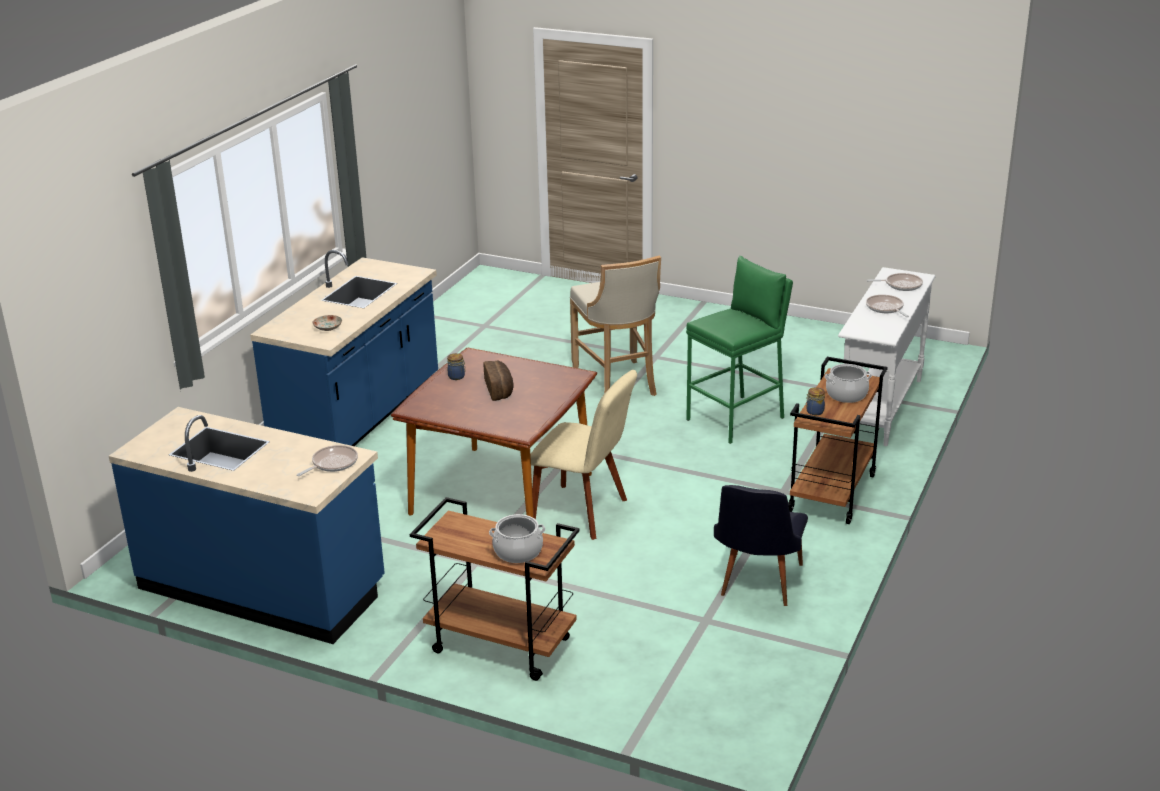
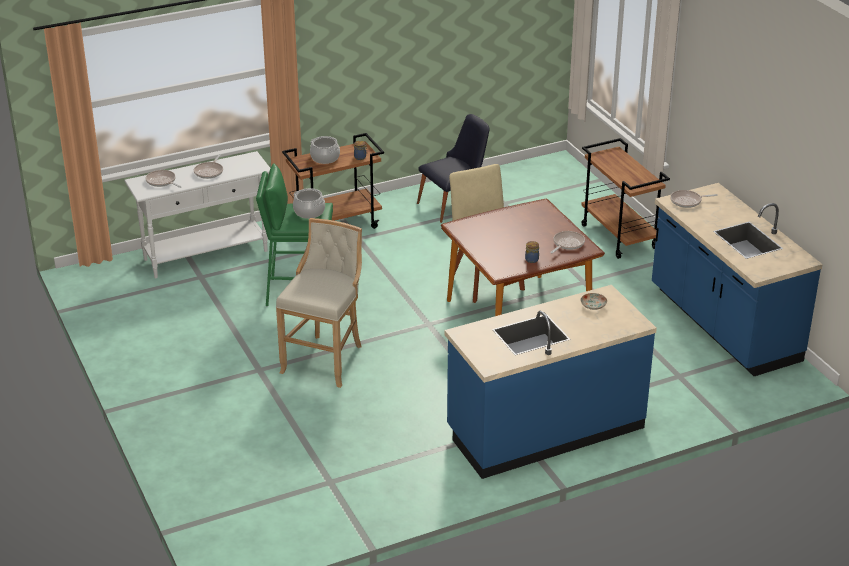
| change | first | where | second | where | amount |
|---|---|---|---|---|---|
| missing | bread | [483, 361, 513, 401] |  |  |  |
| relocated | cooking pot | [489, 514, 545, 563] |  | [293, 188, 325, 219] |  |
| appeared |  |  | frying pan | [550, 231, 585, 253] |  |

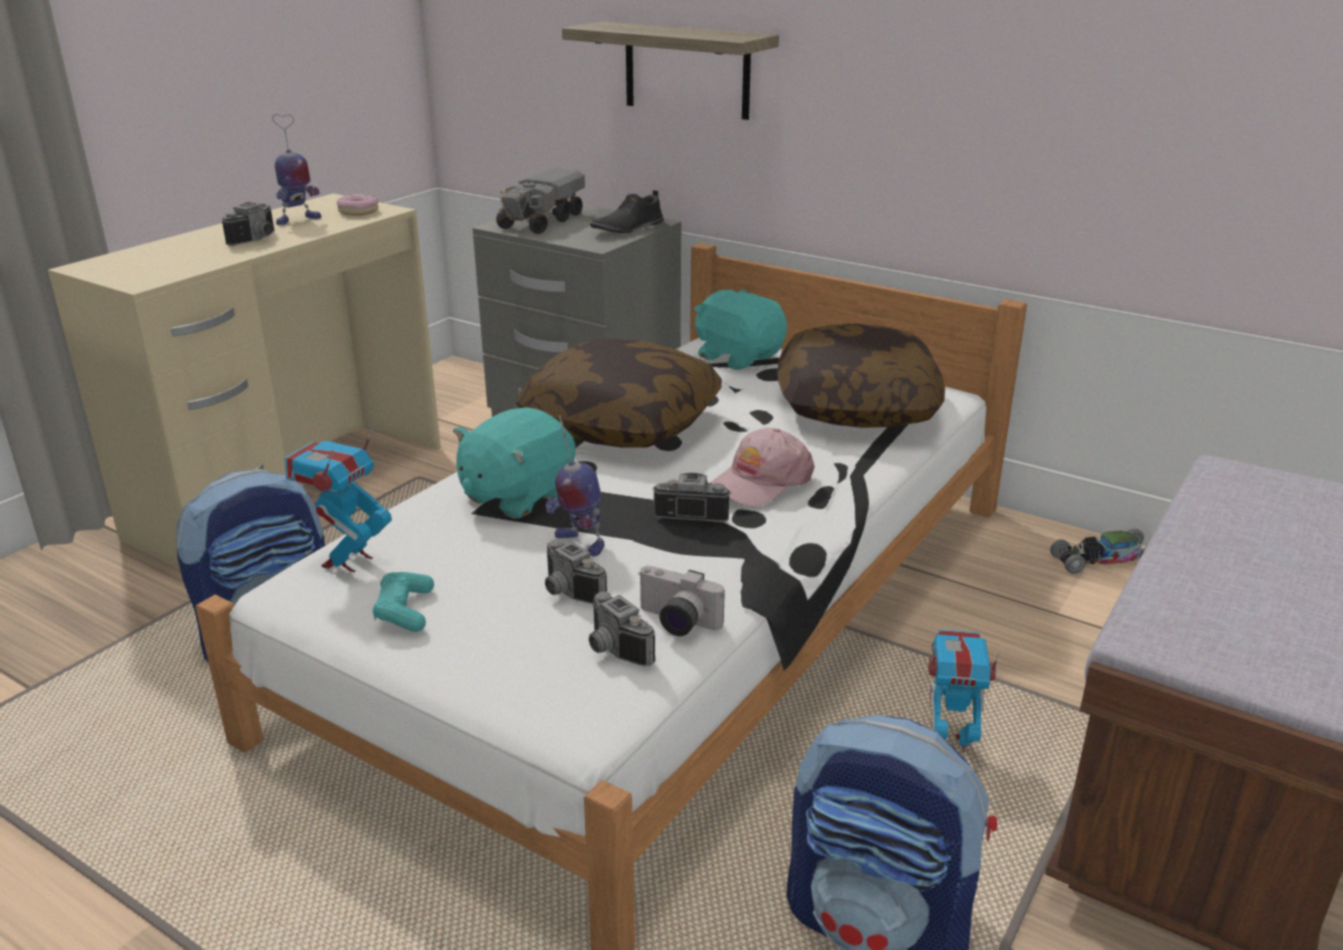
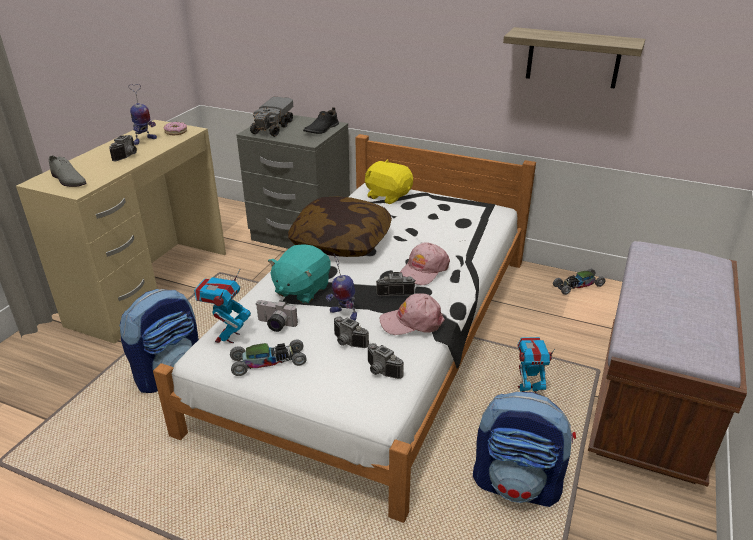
| change | first | where | second | where | amount |
|---|---|---|---|---|---|
| exchanged | turquoise game controller | [372, 572, 434, 632] | toy car | [230, 339, 307, 376] |  |
| relocated | shelf | [562, 21, 779, 120] |  | [503, 27, 645, 89] |  |
| relocated | photo camera | [638, 566, 725, 636] |  | [255, 300, 298, 332] |  |
| colour | turquoise plush toy | [694, 289, 787, 370] | yellow plush toy | [365, 160, 413, 204] |  |
| missing | pillow | [777, 324, 945, 428] |  |  |  |
| appeared |  |  | grey shoe | [49, 156, 87, 187] |  |
| appeared |  |  | pink cap | [380, 294, 445, 335] |  |

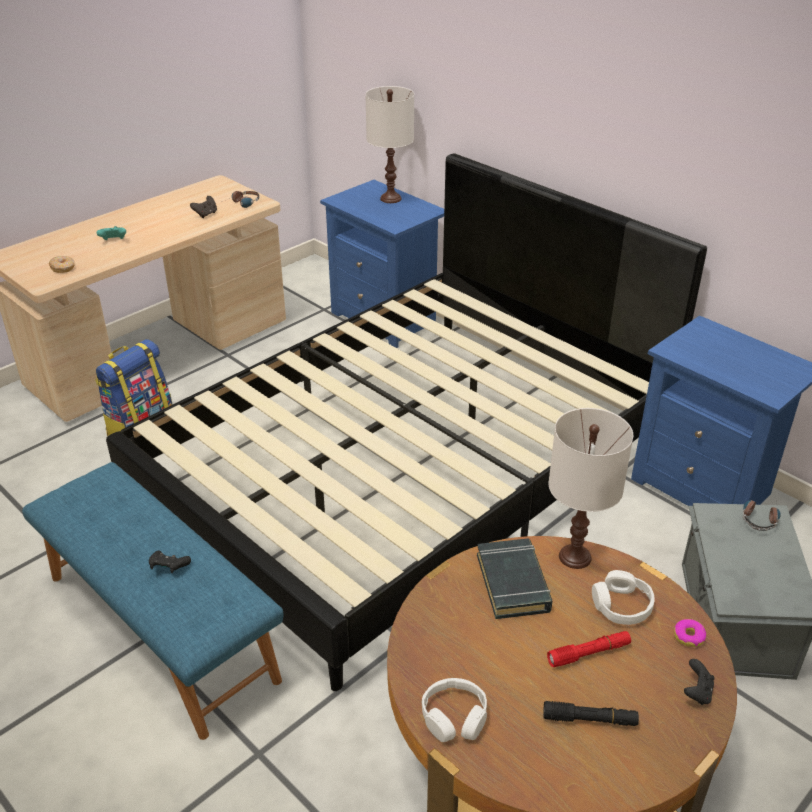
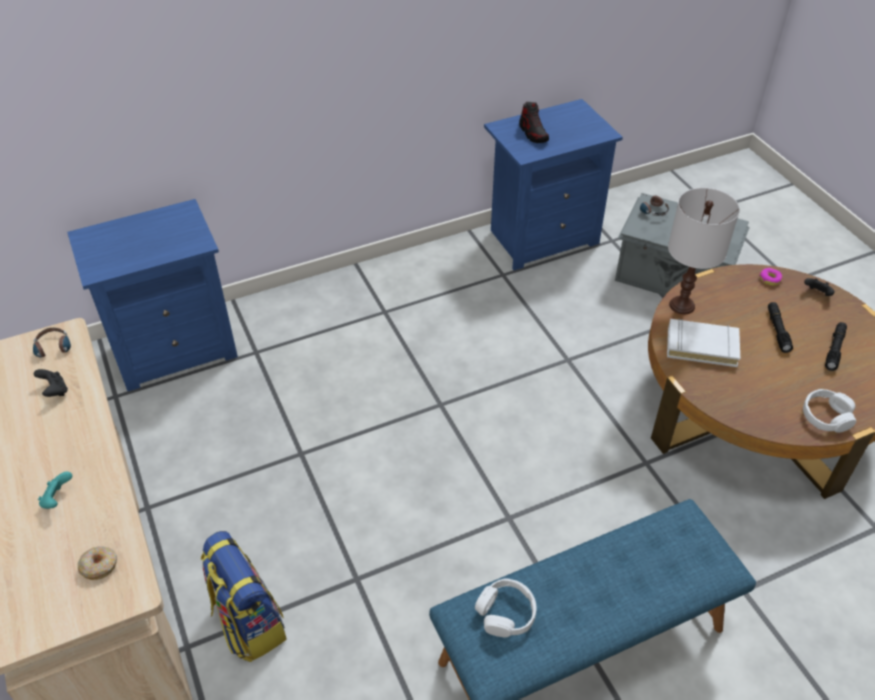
| change | first | where | second | where | amount |
|---|---|---|---|---|---|
| missing | black bed | [106, 153, 707, 691] |  |  |  |
| missing | black game controller | [149, 550, 191, 573] |  |  |  |
| missing | white table lamp | [365, 86, 414, 203] |  |  |  |
| colour | black book | [477, 538, 553, 619] | white book | [667, 319, 740, 367] |  |
| colour | red flashlight | [547, 631, 631, 667] | black flashlight | [768, 302, 793, 353] |  |
| relocated | white headphones | [592, 570, 655, 625] |  | [475, 578, 536, 637] |  |
| appeared |  |  | shoe | [519, 102, 549, 143] |  |

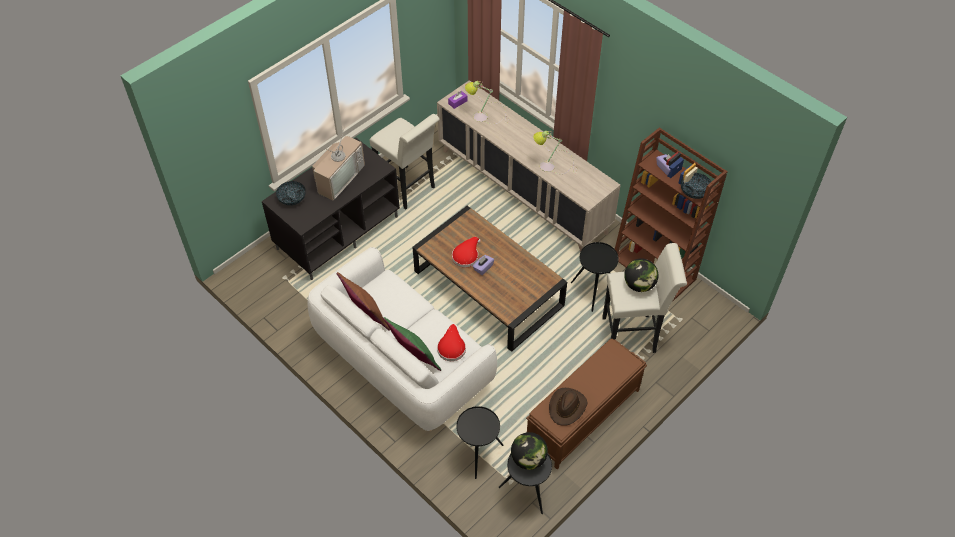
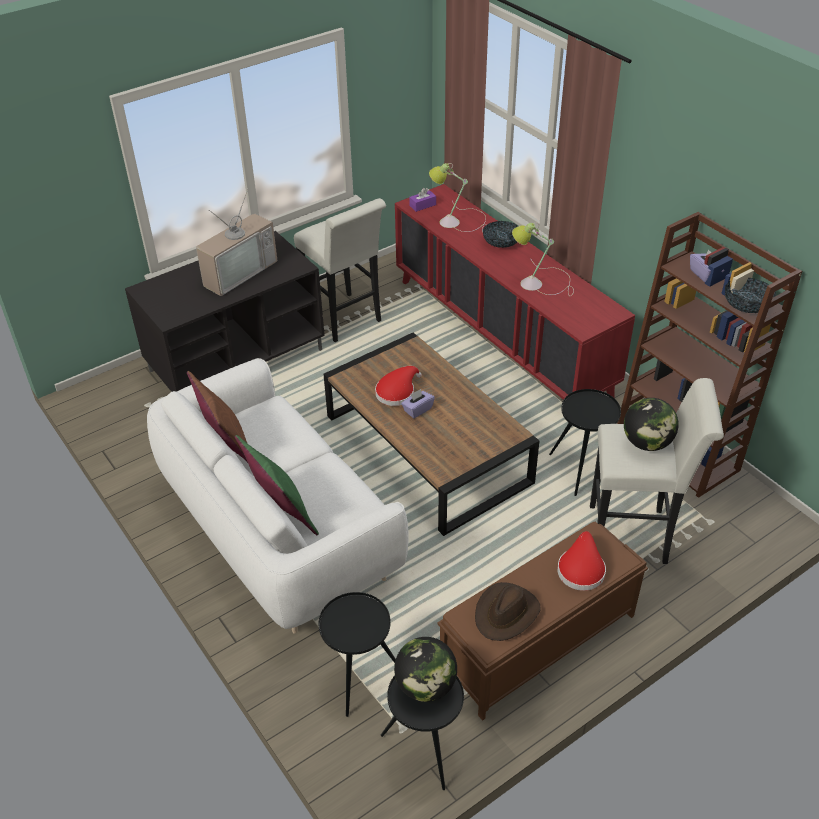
| change | first | where | second | where | amount |
|---|---|---|---|---|---|
| relocated | bowl | [276, 181, 305, 205] |  | [483, 221, 518, 248] |  |
| colour | beige cabinet | [437, 80, 620, 252] | red cabinet | [395, 184, 635, 400] |  |
| relocated | red hat | [437, 324, 466, 361] |  | [557, 531, 606, 591] |  |

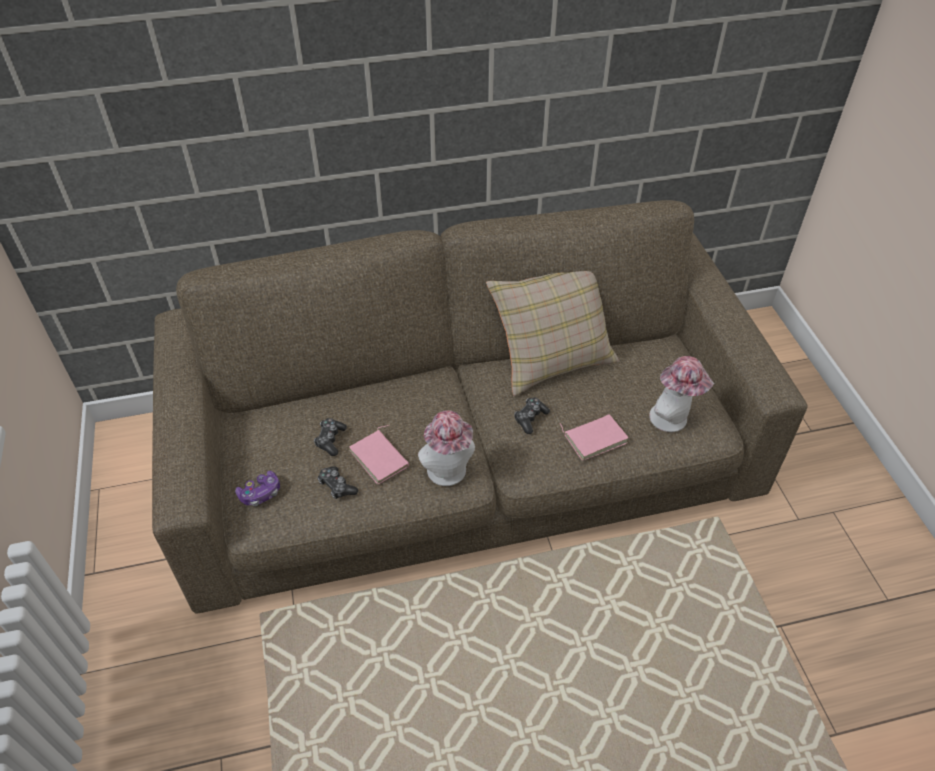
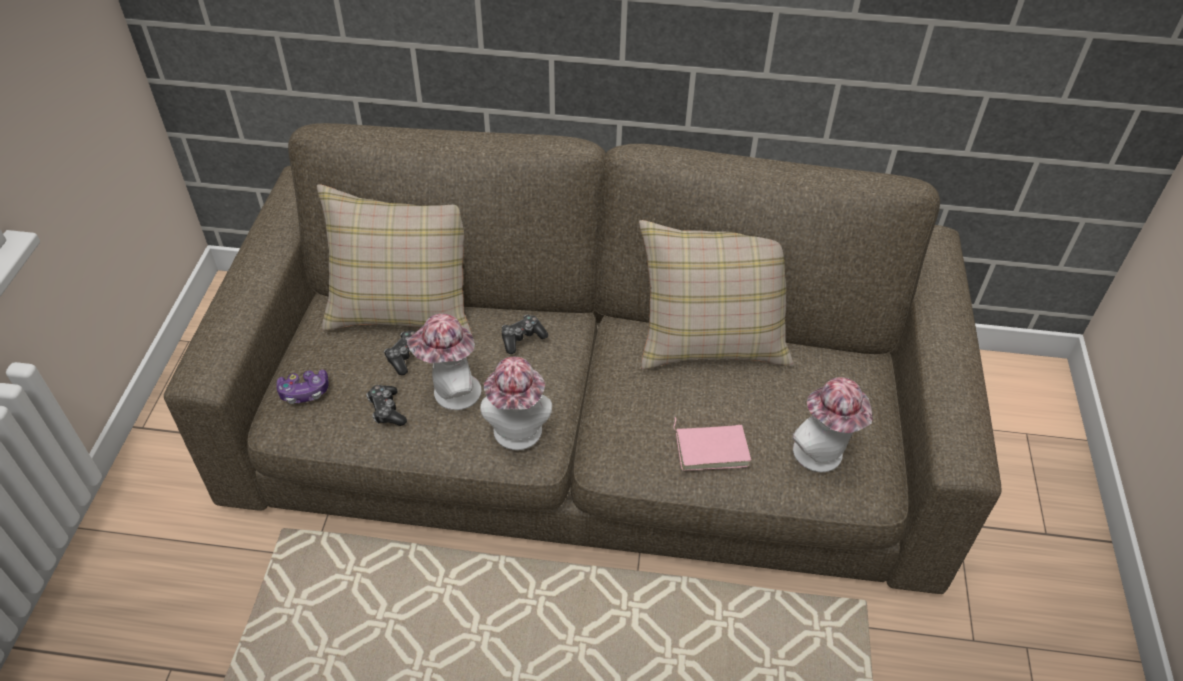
| change | first | where | second | where | amount |
|---|---|---|---|---|---|
| exchanged | pink book | [349, 425, 409, 484] | hat | [407, 314, 481, 410] |  |
| relocated | game controller | [514, 398, 550, 434] |  | [502, 315, 548, 354] |  |
| appeared |  |  | beige pillow | [317, 184, 472, 334] |  |

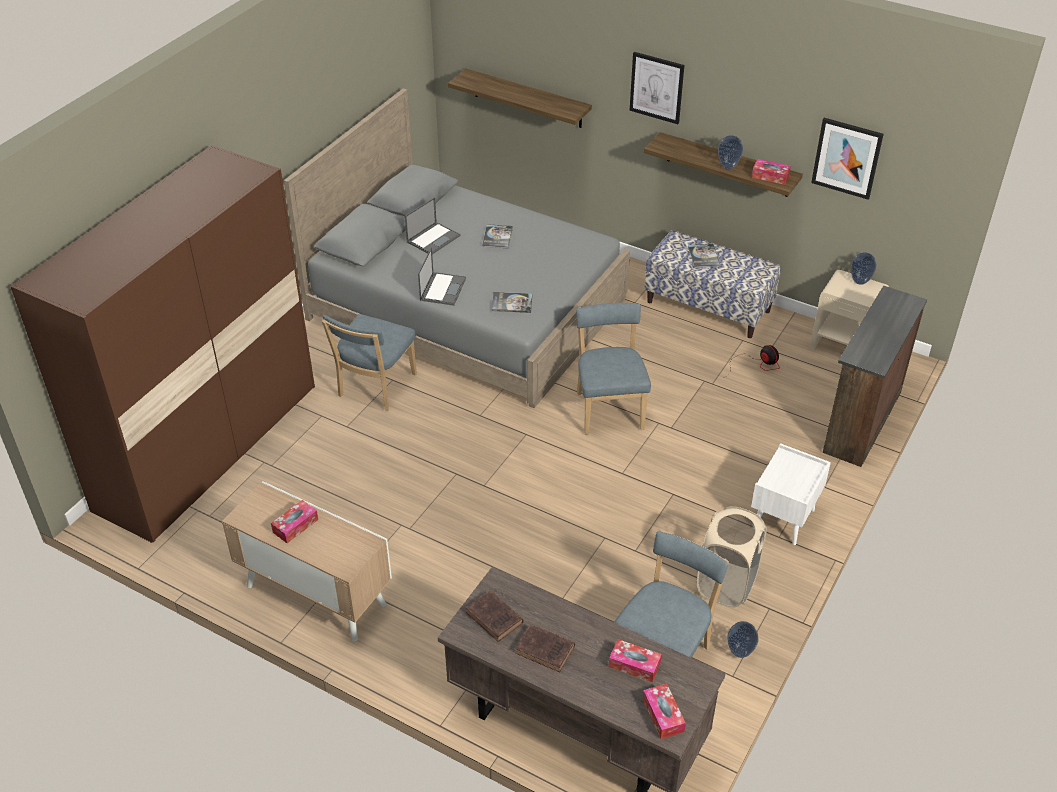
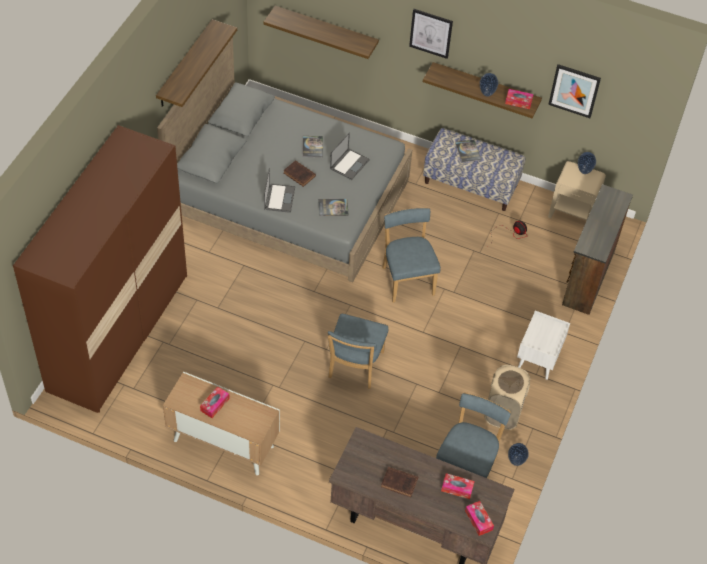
| change | first | where | second | where | amount |
|---|---|---|---|---|---|
| relocated | blue chair | [322, 314, 417, 411] |  | [328, 314, 389, 389] |  |
| relocated | laptop | [405, 197, 460, 255] |  | [330, 133, 370, 180] |  |
| relocated | brown book | [466, 590, 524, 642] |  | [283, 160, 316, 187] |  |
| appeared |  |  | shelf | [156, 19, 237, 107] |  |

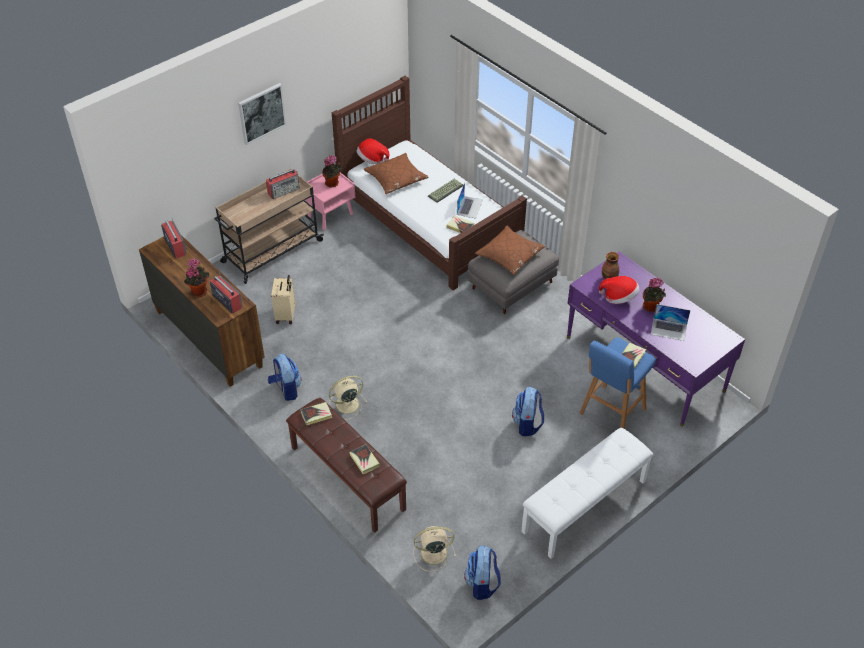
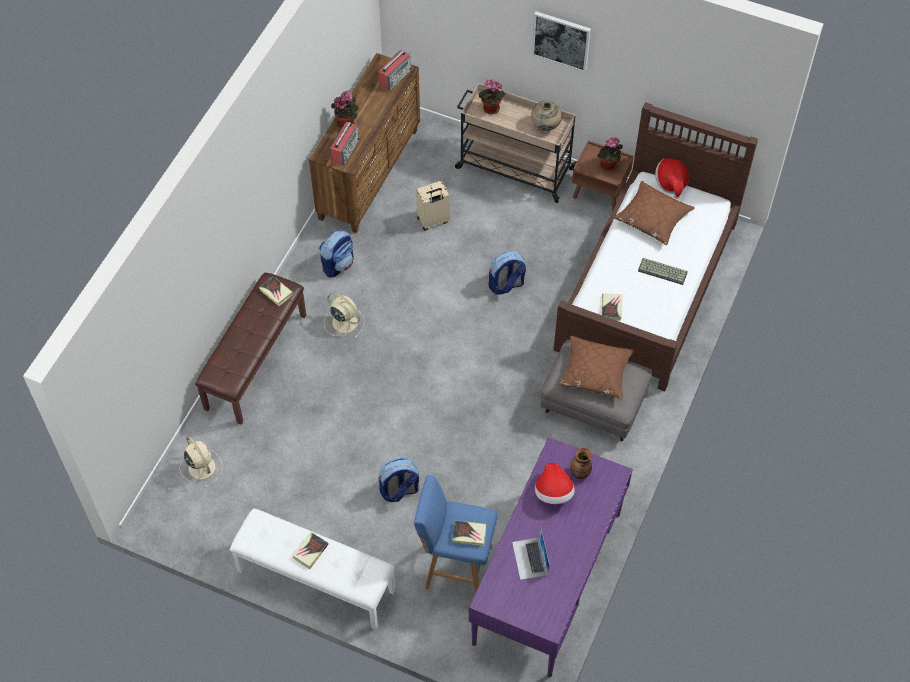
| change | first | where | second | where | amount |
|---|---|---|---|---|---|
| exchanged | radio | [266, 169, 300, 199] | beige vase | [531, 100, 563, 131] |  |
| colour | pink nightstand | [306, 172, 355, 230] | brown nightstand | [572, 140, 634, 211] |  |
| relocated | book | [349, 444, 380, 474] |  | [292, 532, 329, 569] |  |
| missing | laptop | [457, 183, 483, 218] |  |  |  |
| relocated | backpack | [464, 545, 501, 600] |  | [489, 251, 526, 294] |  |
| relocated | potted plant | [643, 277, 666, 312] |  | [478, 80, 506, 114] |  |

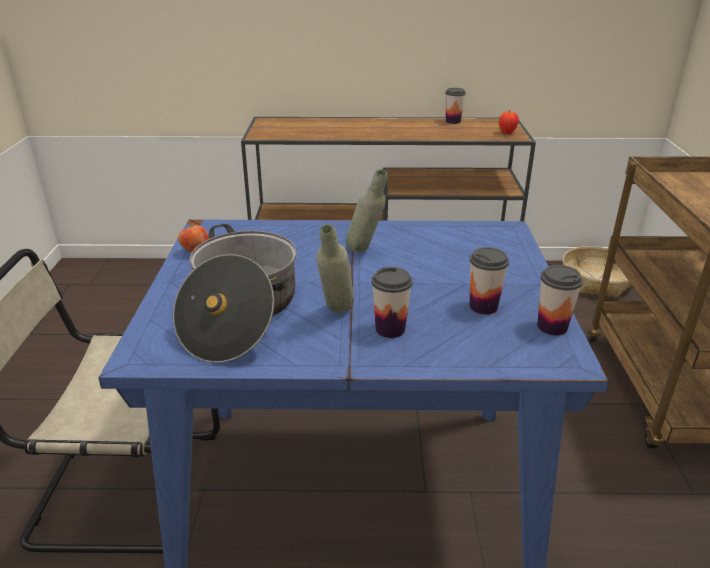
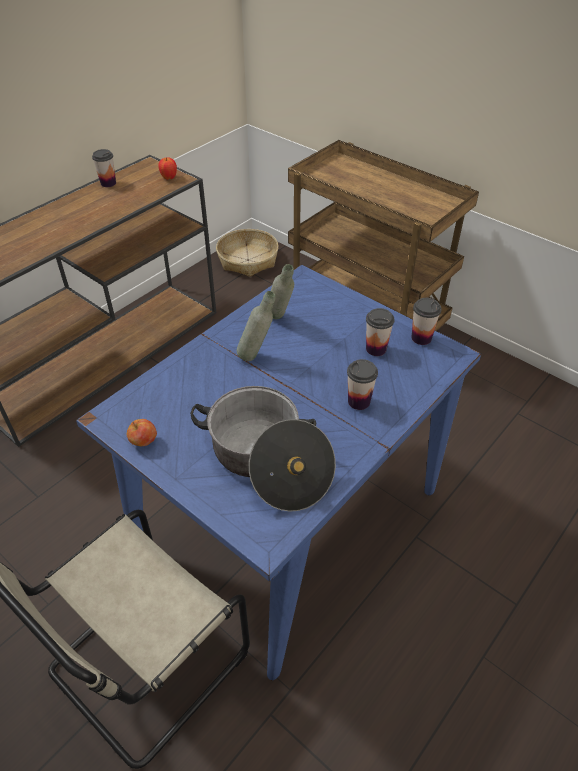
| change | first | where | second | where | amount |
|---|---|---|---|---|---|
| relocated | grey bottle | [316, 224, 354, 313] |  | [271, 264, 294, 319] |  |

